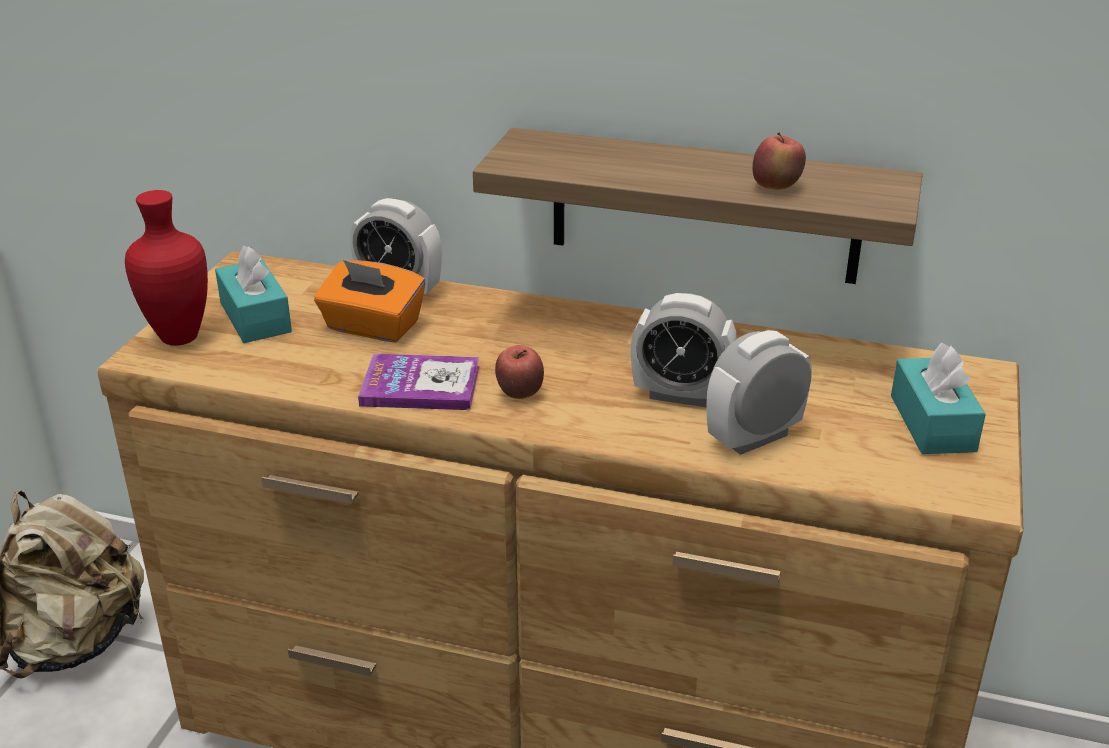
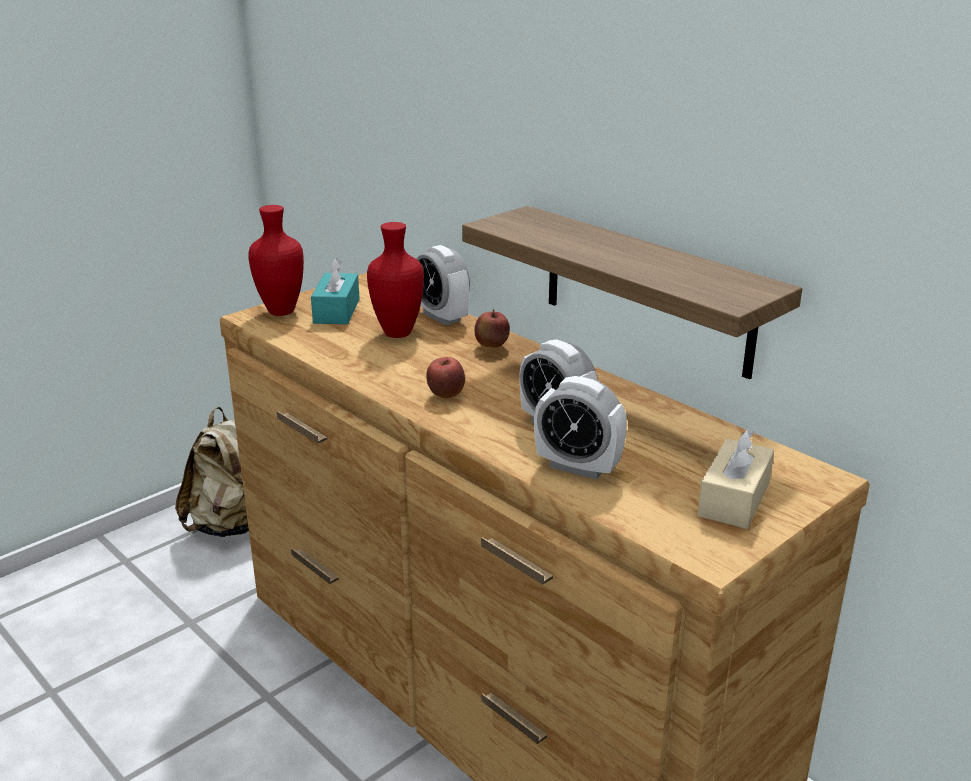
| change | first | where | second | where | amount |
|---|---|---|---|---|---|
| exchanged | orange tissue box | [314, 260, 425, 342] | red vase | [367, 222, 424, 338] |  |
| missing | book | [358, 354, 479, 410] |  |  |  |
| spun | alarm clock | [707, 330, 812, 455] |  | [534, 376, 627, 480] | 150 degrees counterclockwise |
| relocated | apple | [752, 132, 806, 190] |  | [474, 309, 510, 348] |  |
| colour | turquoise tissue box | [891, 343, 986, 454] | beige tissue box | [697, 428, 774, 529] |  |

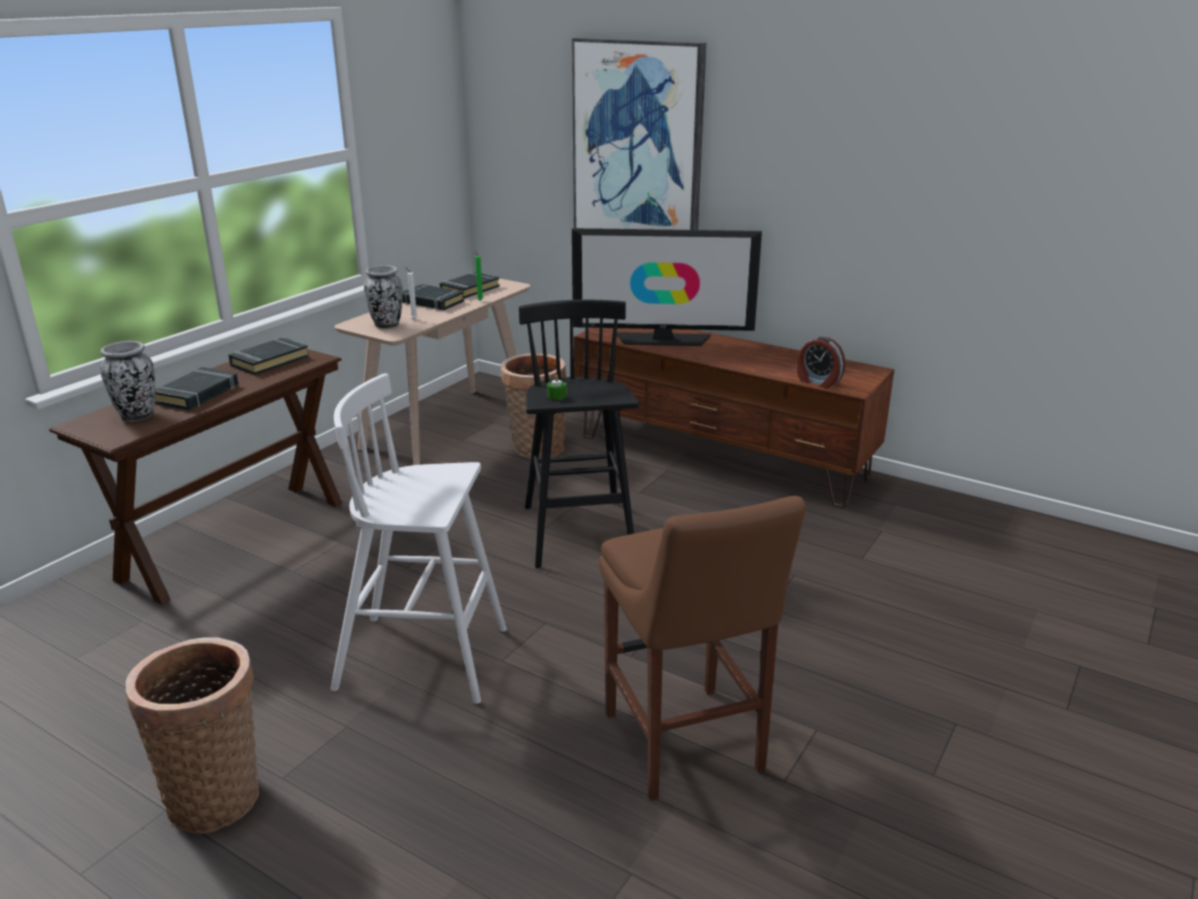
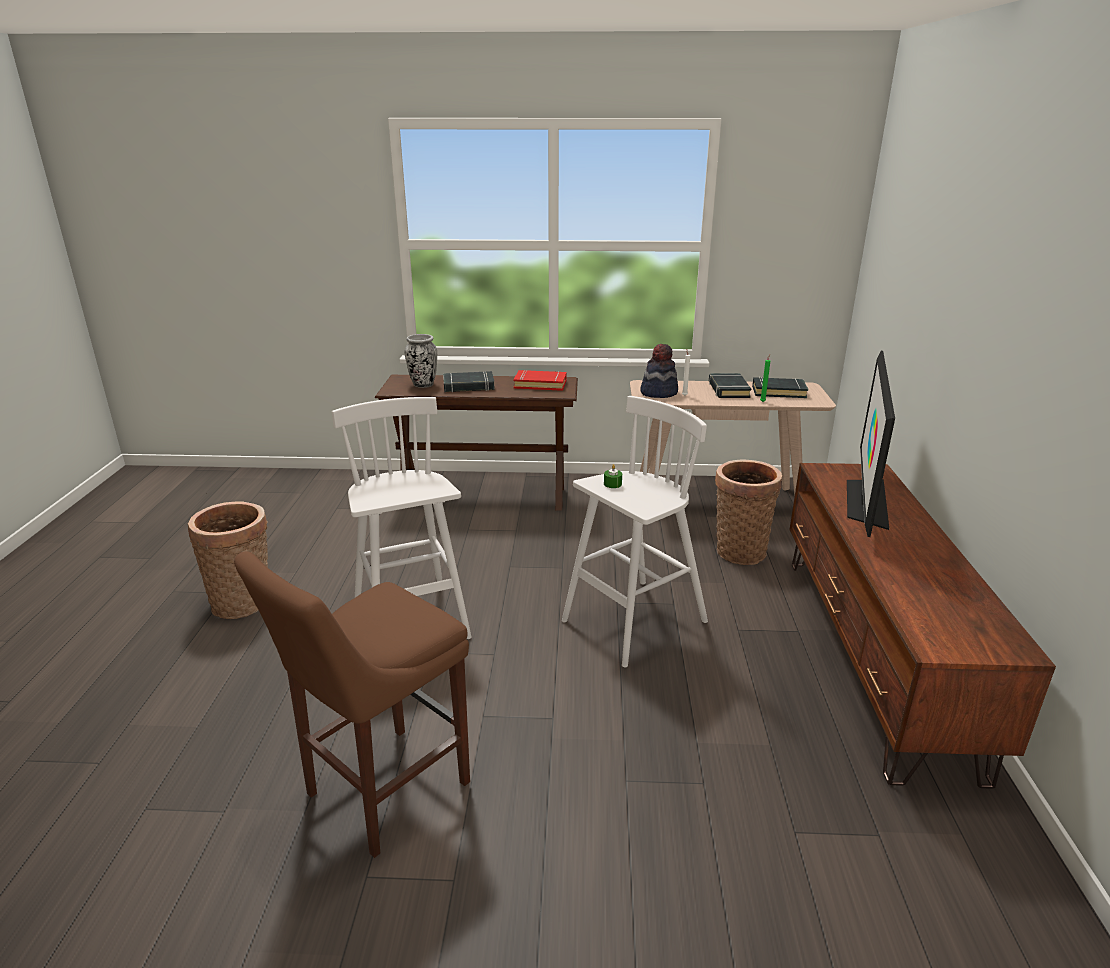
| change | first | where | second | where | amount |
|---|---|---|---|---|---|
| colour | black book | [228, 337, 309, 375] | red book | [513, 370, 567, 391] |  |
| exchanged | vase | [364, 265, 403, 329] | hat | [640, 344, 678, 398] |  |
| colour | black stool | [519, 300, 639, 568] | white stool | [562, 396, 708, 667] |  |
| missing | picture | [572, 38, 706, 230] |  |  |  |
| spun | television | [572, 228, 762, 346] |  | [847, 351, 895, 537] | 45 degrees clockwise |
| missing | alarm clock | [797, 336, 845, 388] |  |  |  |

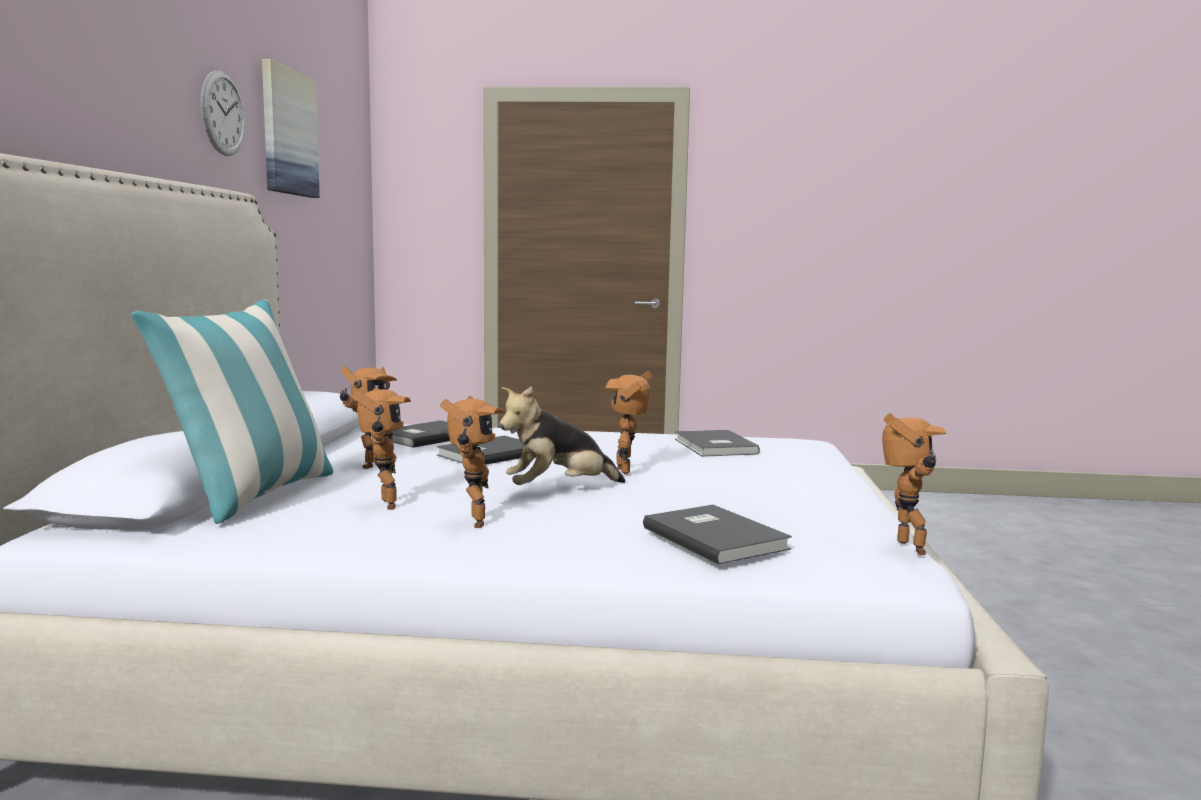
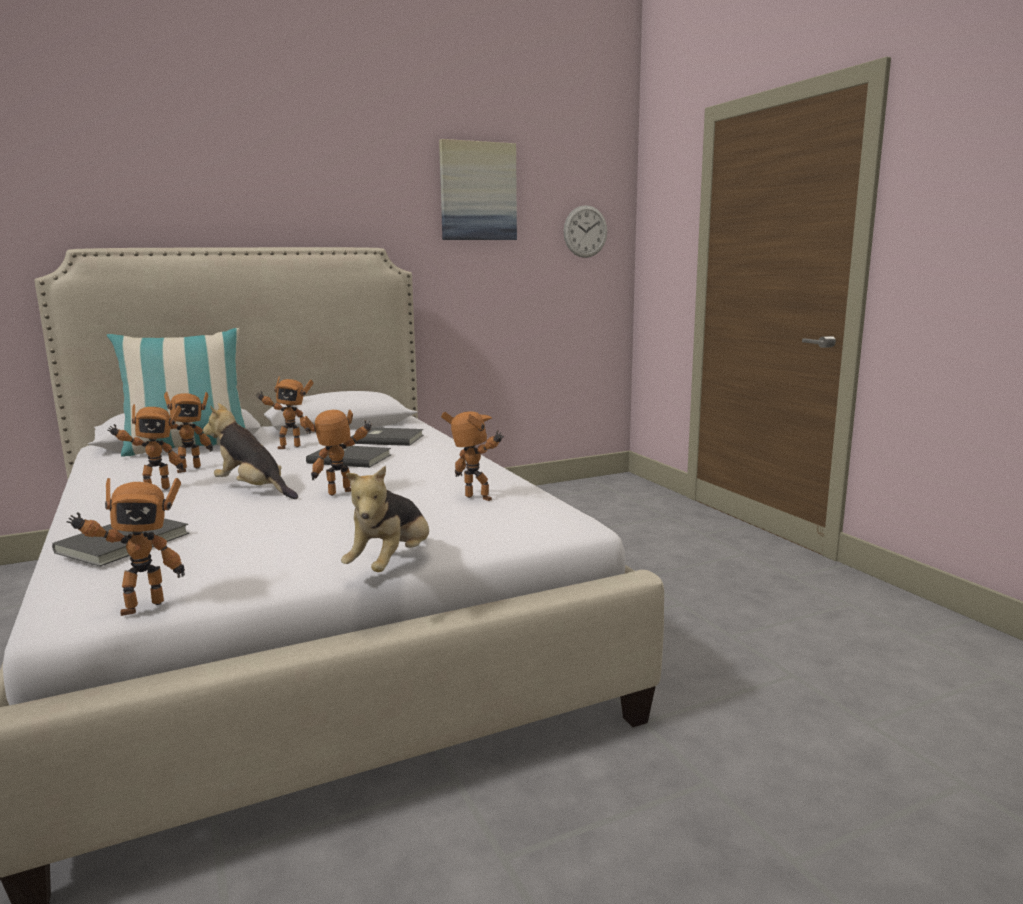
| change | first | where | second | where | amount |
|---|---|---|---|---|---|
| relocated | wall clock | [201, 70, 245, 156] |  | [563, 205, 607, 258] |  |
| exchanged | grey book | [675, 430, 760, 457] | toy robot | [441, 411, 504, 501] |  |
| appeared |  |  | plush toy | [341, 466, 429, 572] |  |

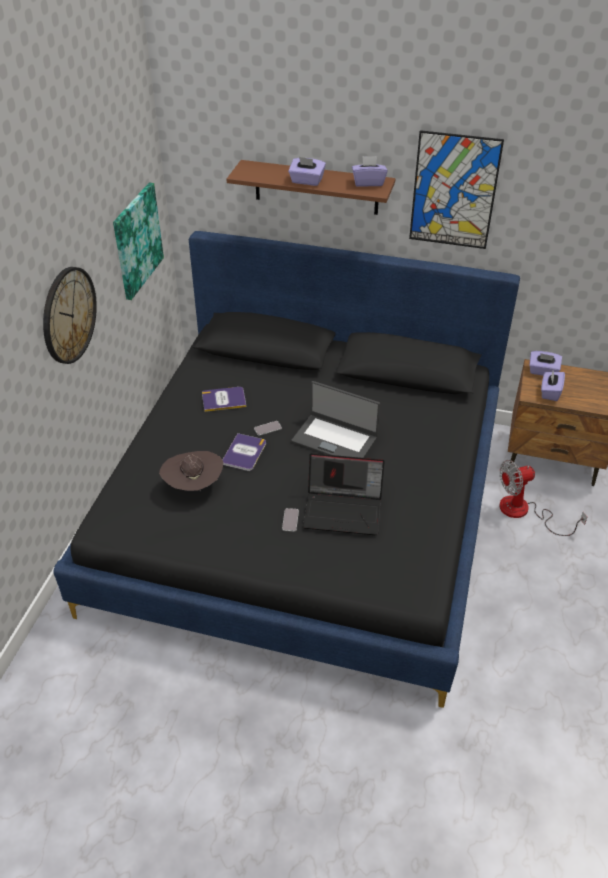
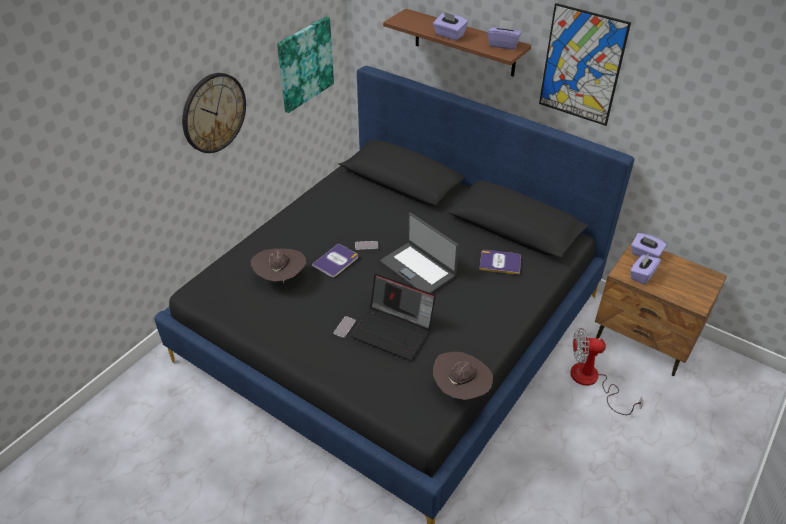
| change | first | where | second | where | amount |
|---|---|---|---|---|---|
| relocated | book | [202, 387, 246, 412] |  | [479, 250, 521, 275] |  |
| appeared |  |  | brown hat | [433, 352, 493, 400] |  |

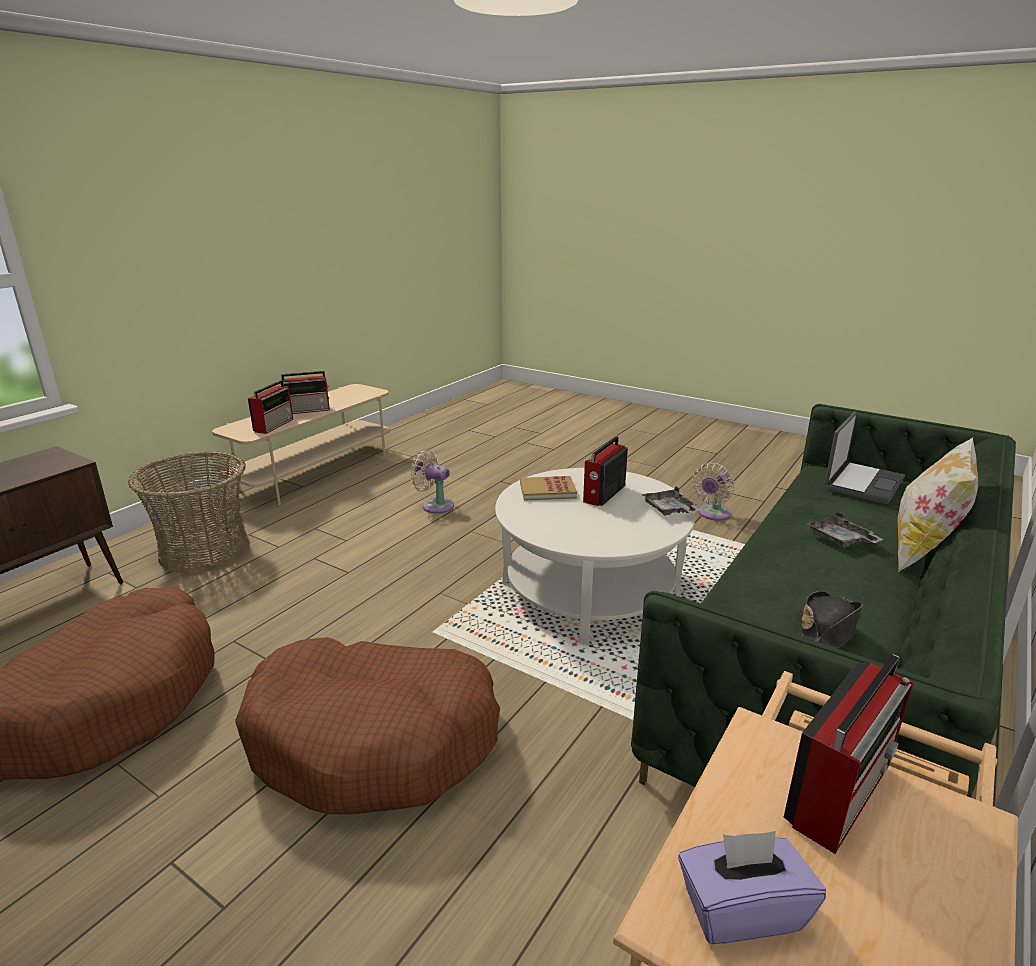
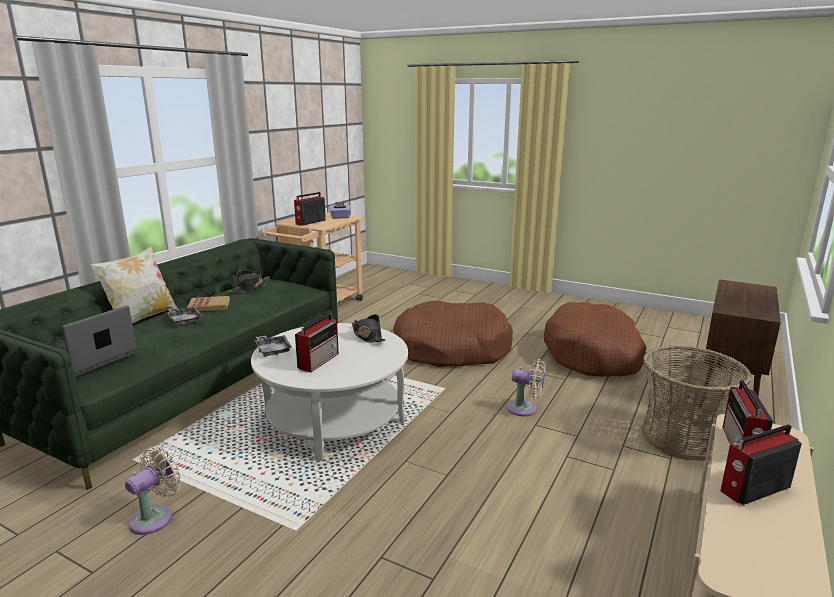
| change | first | where | second | where | amount |
|---|---|---|---|---|---|
| relocated | beige fan | [410, 450, 454, 514] |  | [507, 359, 546, 416] |  |
| relocated | book | [520, 476, 577, 501] |  | [187, 296, 230, 311] |  |
| appeared |  |  | black hat | [352, 314, 386, 343] |  |

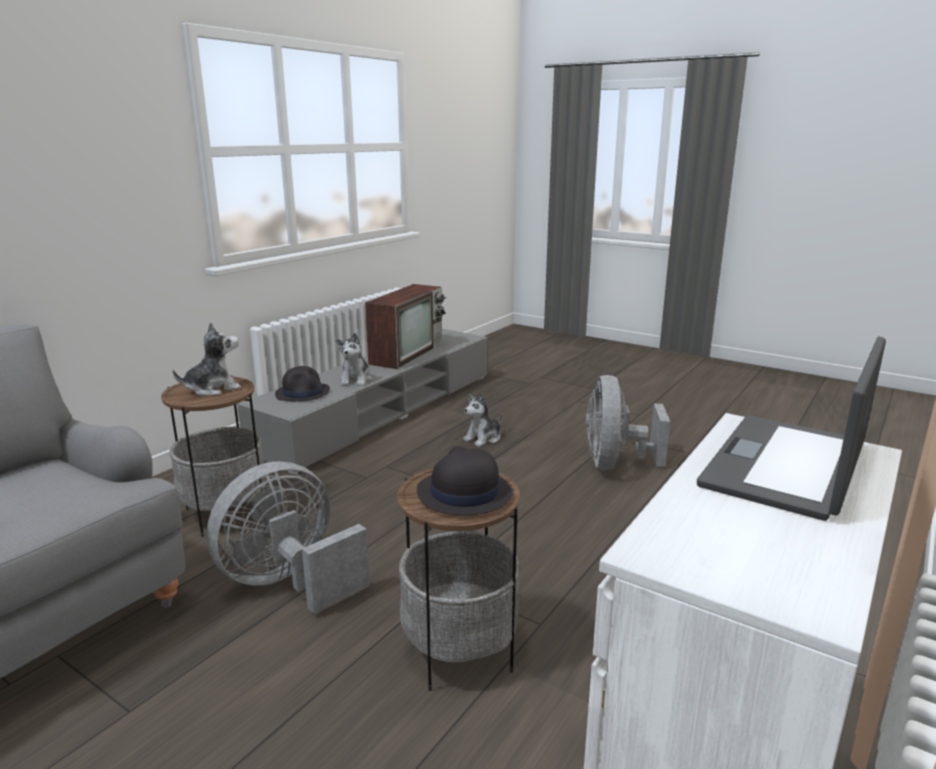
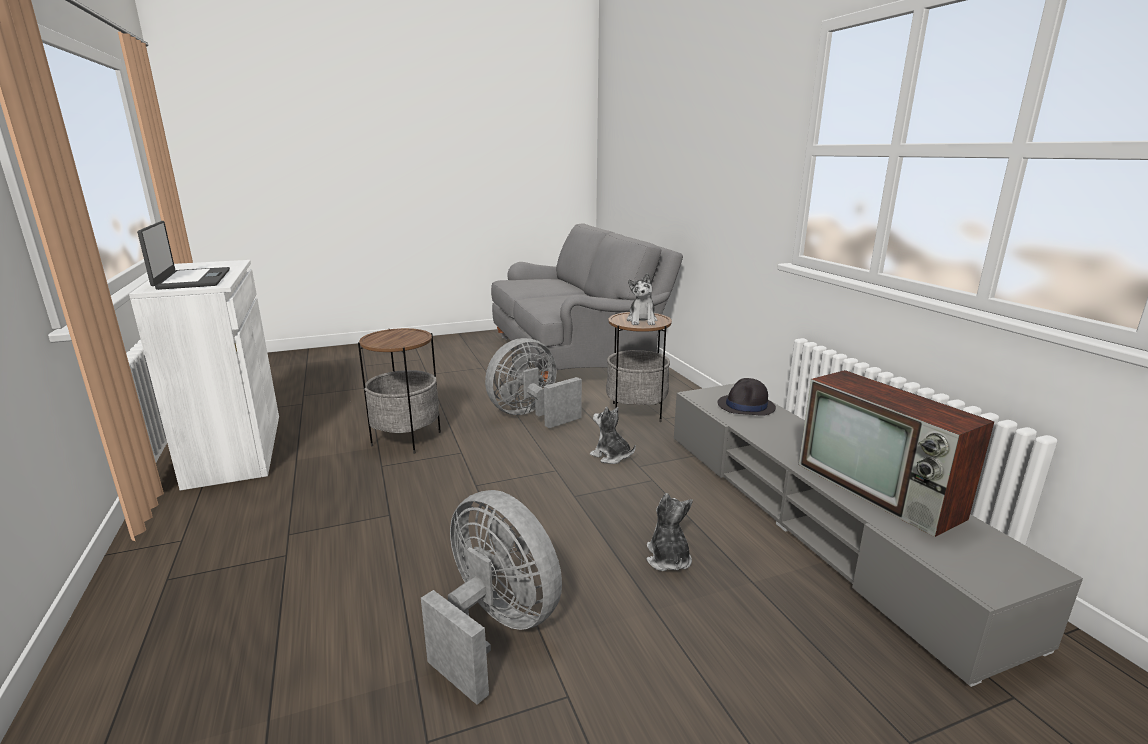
| change | first | where | second | where | amount |
|---|---|---|---|---|---|
| spun | grey fan | [207, 461, 370, 614] |  | [485, 338, 582, 428] | 120 degrees counterclockwise |
| relocated | plush toy | [336, 333, 372, 386] |  | [590, 406, 636, 464] |  |
| missing | black hat | [417, 446, 513, 516] |  |  |  |

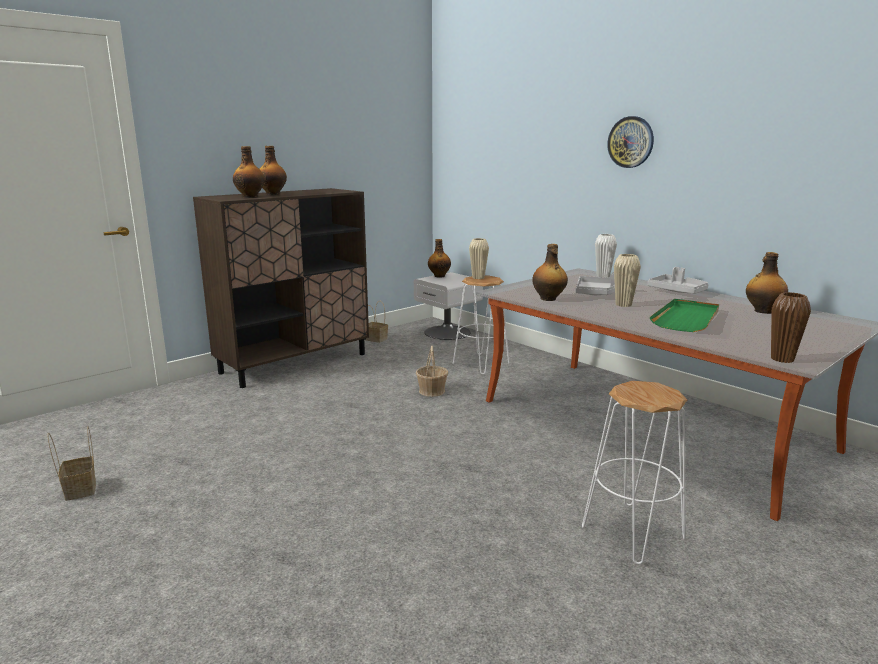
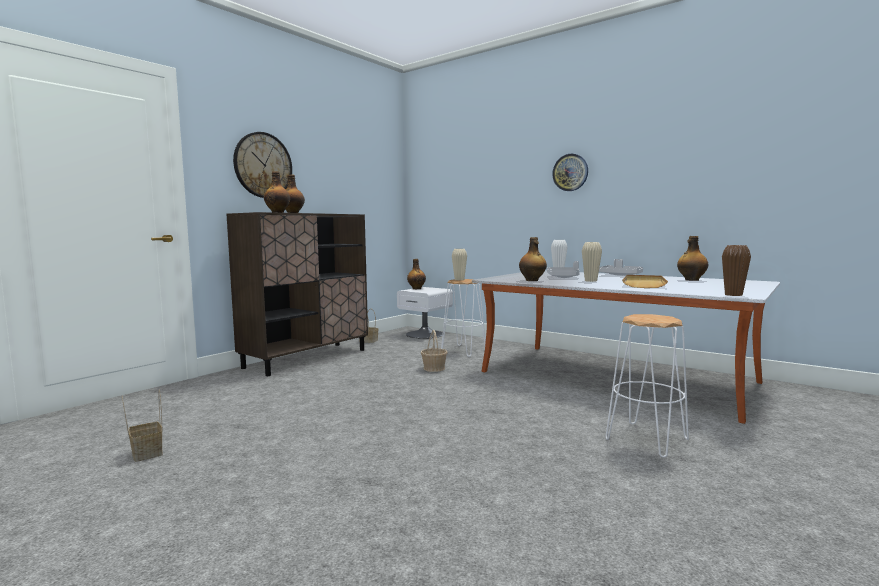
| change | first | where | second | where | amount |
|---|---|---|---|---|---|
| colour | green tray | [650, 299, 719, 332] | beige tray | [622, 275, 668, 288] |  |
| appeared |  |  | wall clock | [233, 132, 292, 198] |  |

